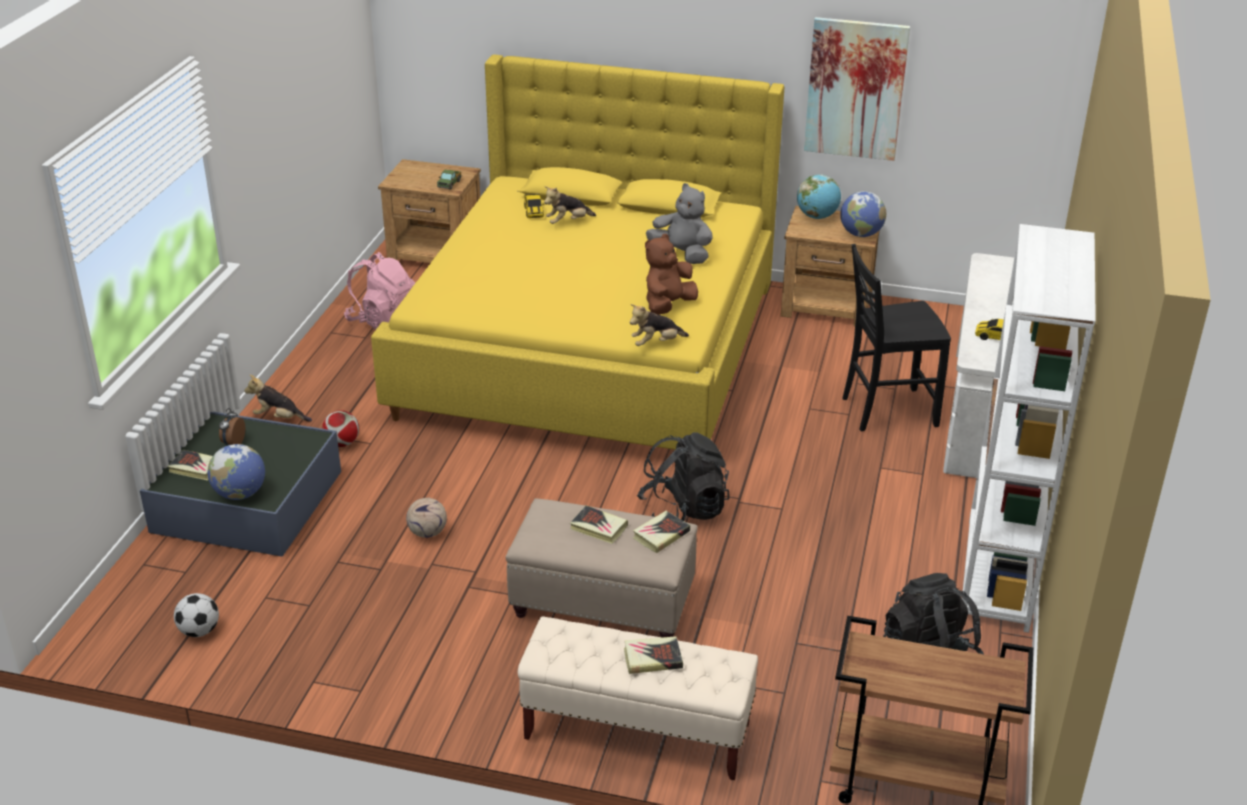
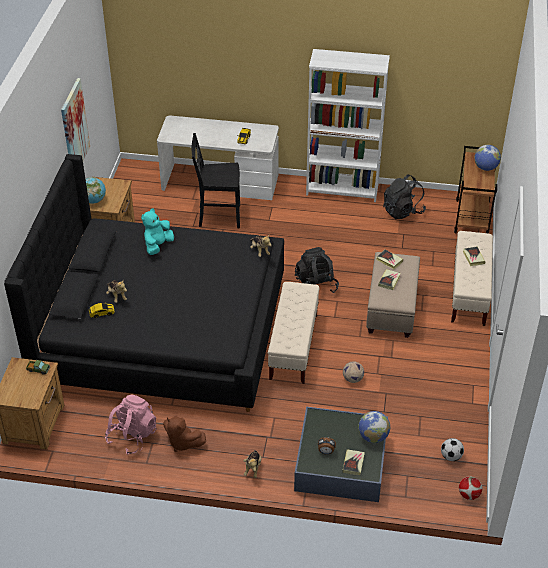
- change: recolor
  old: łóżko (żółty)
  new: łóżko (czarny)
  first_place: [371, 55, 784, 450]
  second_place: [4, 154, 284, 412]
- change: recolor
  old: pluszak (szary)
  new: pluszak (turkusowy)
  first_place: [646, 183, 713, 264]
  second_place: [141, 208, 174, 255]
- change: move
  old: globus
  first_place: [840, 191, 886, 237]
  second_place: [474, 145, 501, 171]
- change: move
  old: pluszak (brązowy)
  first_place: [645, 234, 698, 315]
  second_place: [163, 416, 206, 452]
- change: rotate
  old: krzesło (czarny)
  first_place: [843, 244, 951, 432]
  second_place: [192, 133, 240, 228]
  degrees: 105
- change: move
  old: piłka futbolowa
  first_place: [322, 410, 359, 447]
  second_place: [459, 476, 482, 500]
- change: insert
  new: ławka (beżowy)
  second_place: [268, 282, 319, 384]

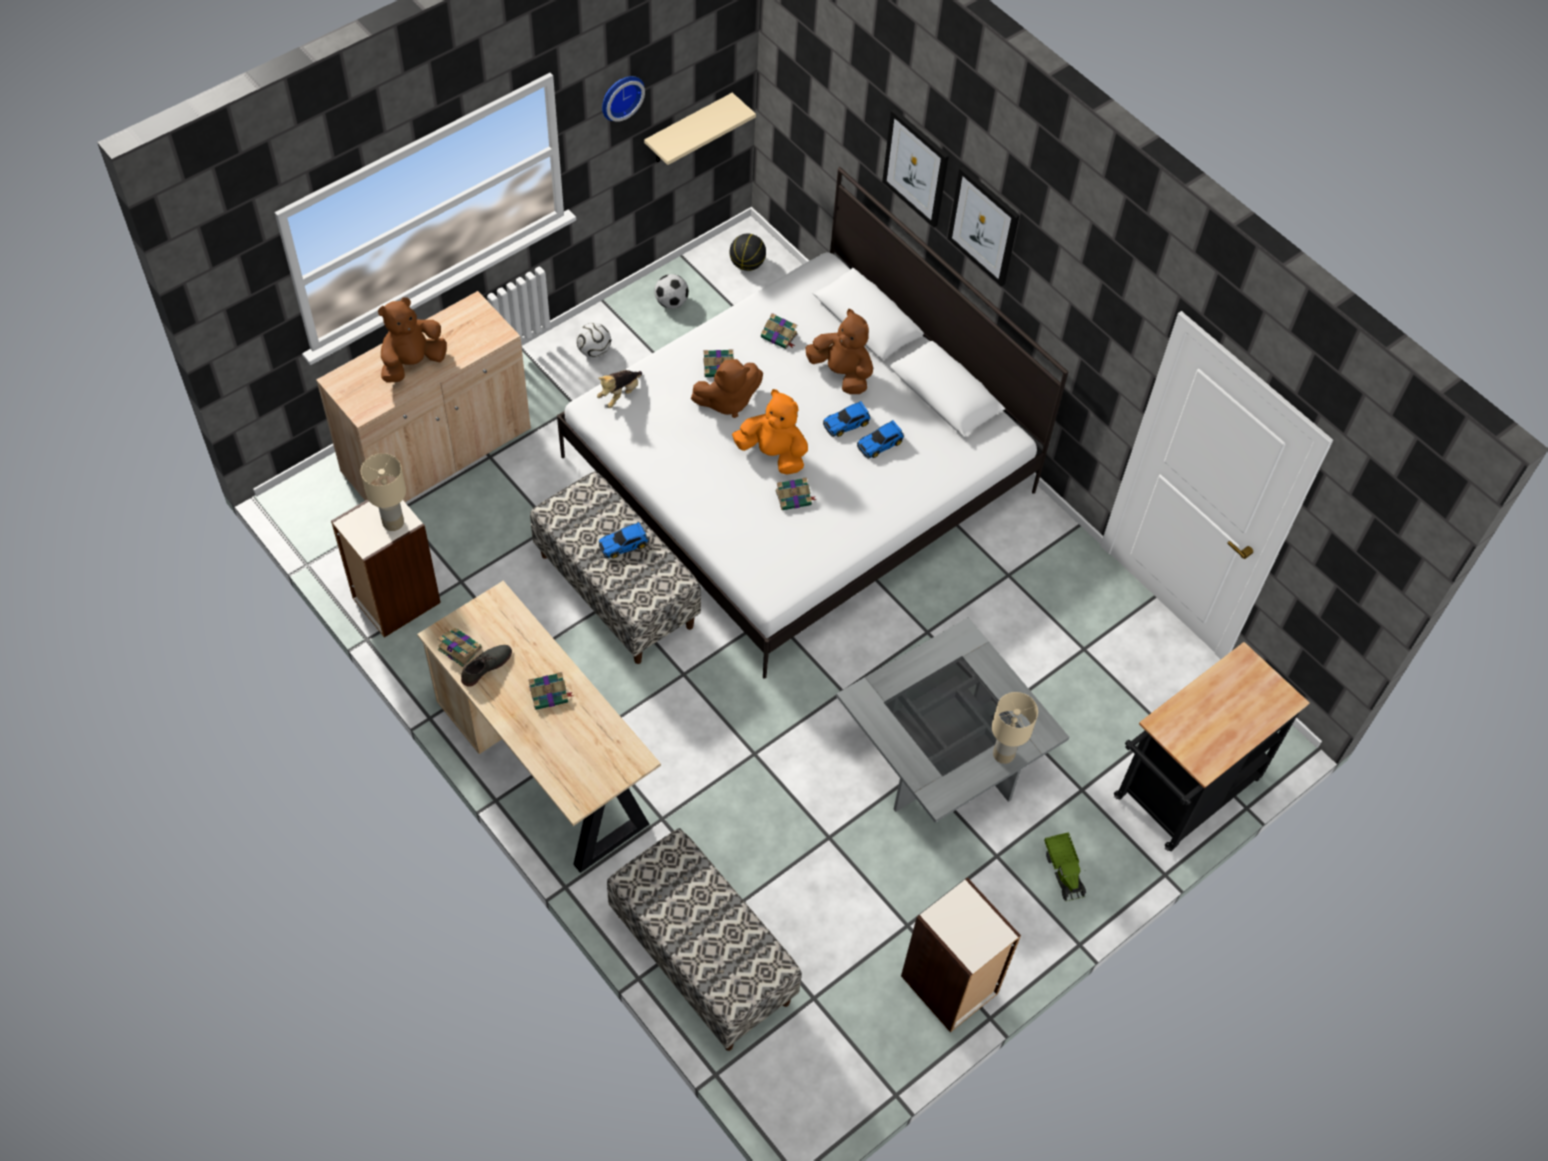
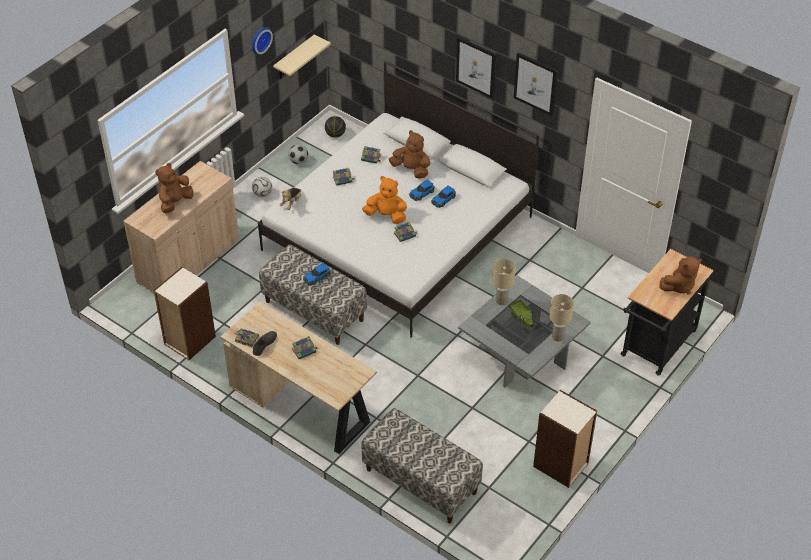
- change: move
  old: obraz
  first_place: [882, 109, 949, 228]
  second_place: [514, 52, 558, 116]
- change: move
  old: pluszak (brązowy)
  first_place: [691, 359, 763, 418]
  second_place: [659, 256, 702, 294]
- change: move
  old: lampa stołowa (beżowy)
  first_place: [361, 453, 406, 531]
  second_place: [492, 258, 516, 305]
- change: move
  old: ciężarówka zabawkowa
  first_place: [1044, 832, 1086, 902]
  second_place: [509, 299, 538, 334]

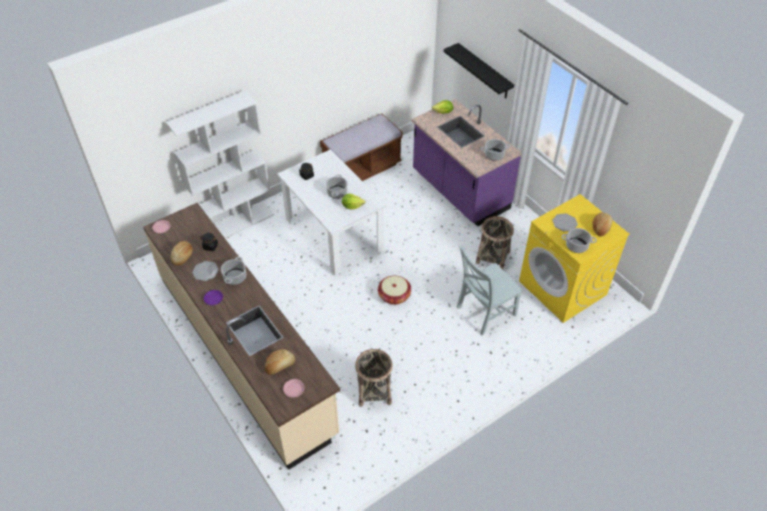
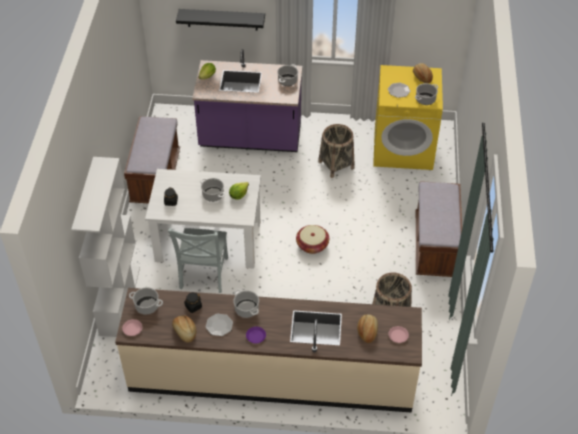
- change: move
  old: krzesło (szary)
  first_place: [456, 245, 523, 335]
  second_place: [168, 228, 228, 293]
- change: insert
  new: ławka (brązowy)
  second_place: [416, 181, 462, 277]
- change: insert
  new: garnek
  second_place: [129, 287, 163, 315]

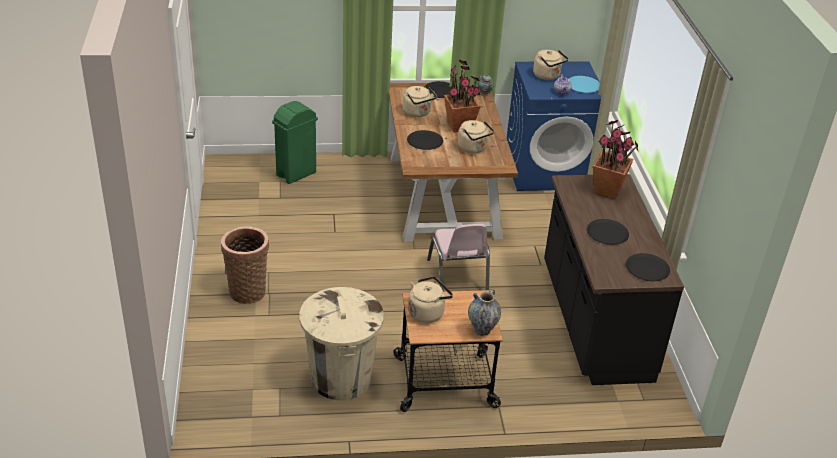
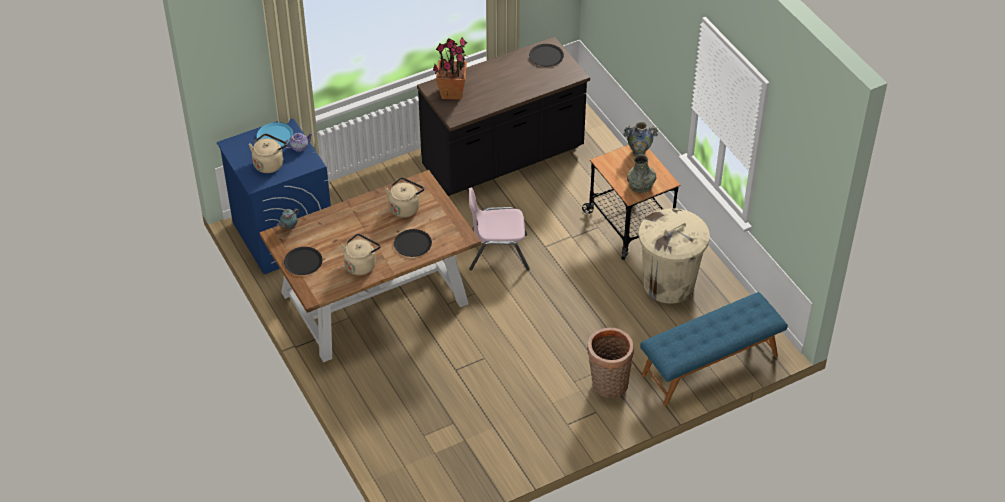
- change: delete
  old: roślina doniczkowa
  first_place: [444, 60, 481, 132]
- change: delete
  old: kosz na śmieci (zielony)
  first_place: [272, 101, 318, 184]
- change: delete
  old: talerz (czarny)
  first_place: [587, 219, 629, 245]
- change: rotate
  old: krzesło (różowy)
  first_place: [427, 224, 490, 290]
  second_place: [469, 188, 530, 271]
  degrees: -150
- change: replace
  old: czajnik (beżowy)
  new: wazon (szary)
  first_place: [408, 276, 453, 323]
  second_place: [627, 155, 656, 193]
- change: insert
  new: ławka (niebieski)
  second_place: [640, 292, 788, 406]

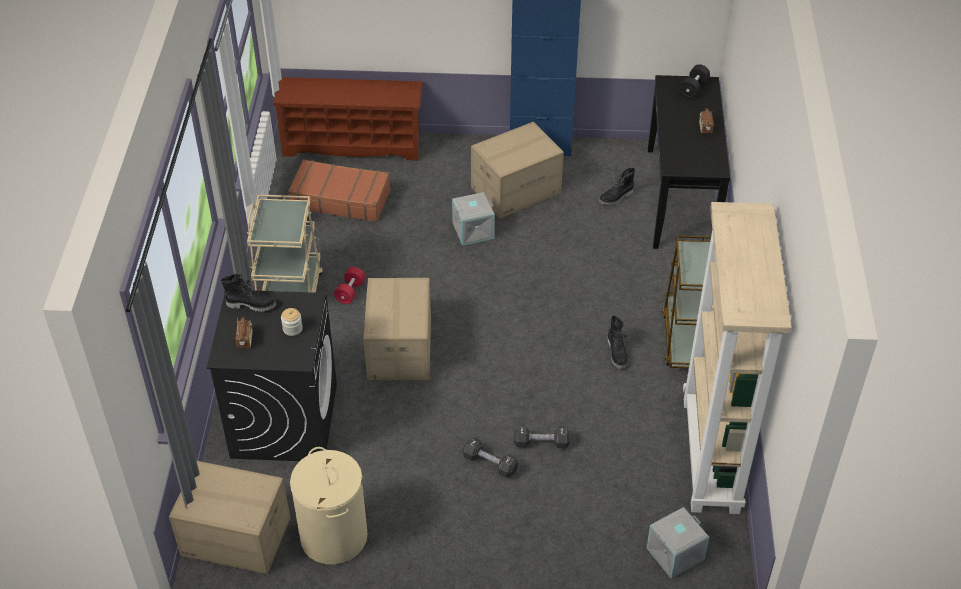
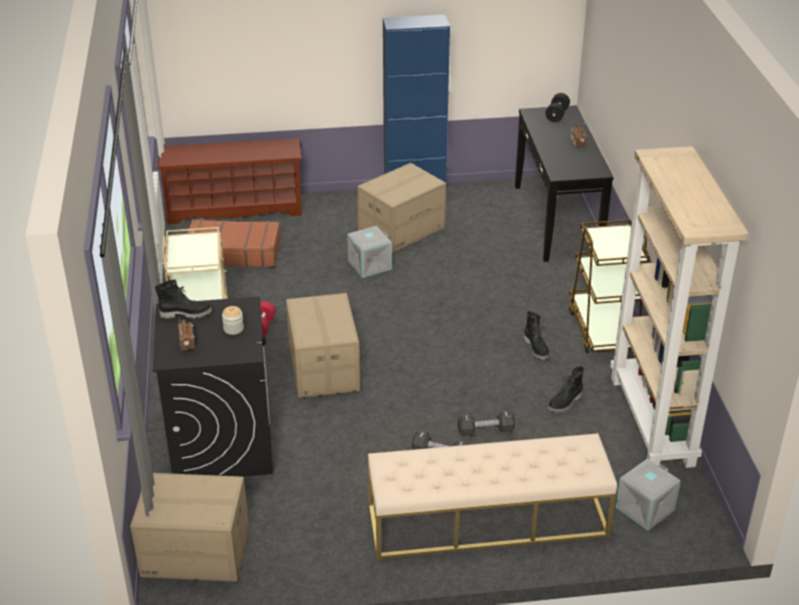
- change: move
  old: but z cholewką (czarny)
  first_place: [599, 168, 635, 205]
  second_place: [547, 366, 584, 413]
- change: delete
  old: kosz na pranie (beżowy)
  first_place: [290, 447, 368, 564]
- change: insert
  new: ławka (beżowy)
  second_place: [368, 433, 617, 559]

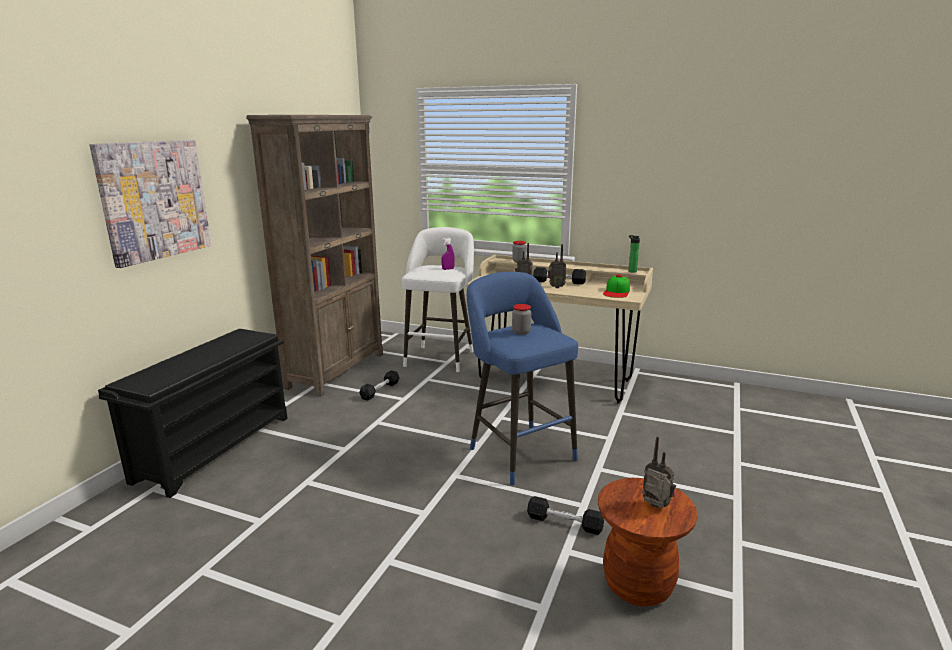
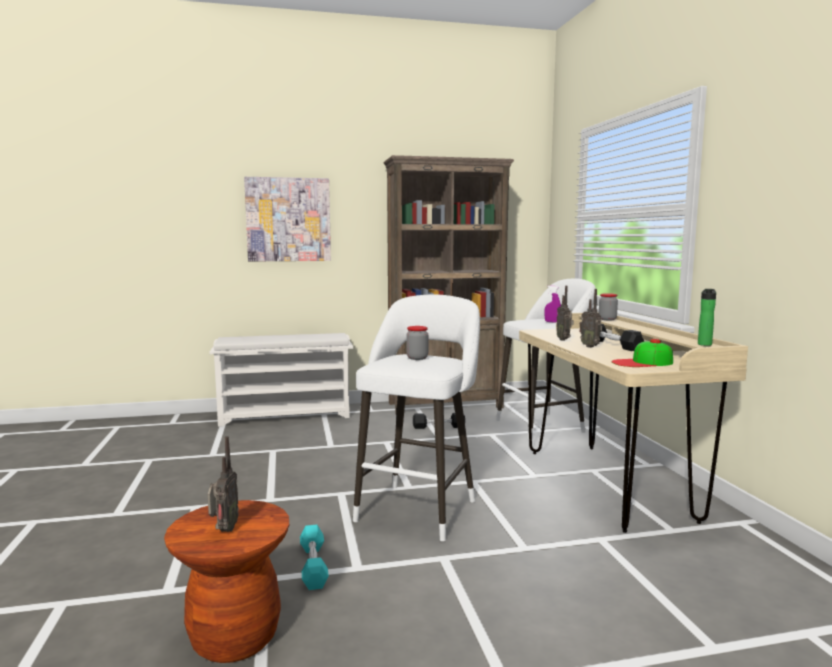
- change: recolor
  old: stołek (niebieski)
  new: stołek (biały)
  first_place: [467, 272, 578, 485]
  second_place: [353, 294, 480, 541]
- change: recolor
  old: regał na buty (czarny)
  new: regał na buty (biały)
  first_place: [98, 329, 288, 498]
  second_place: [209, 333, 353, 427]
- change: recolor
  old: hantel (czarny)
  new: hantel (turkusowy)
  first_place: [527, 496, 604, 535]
  second_place: [300, 525, 329, 590]

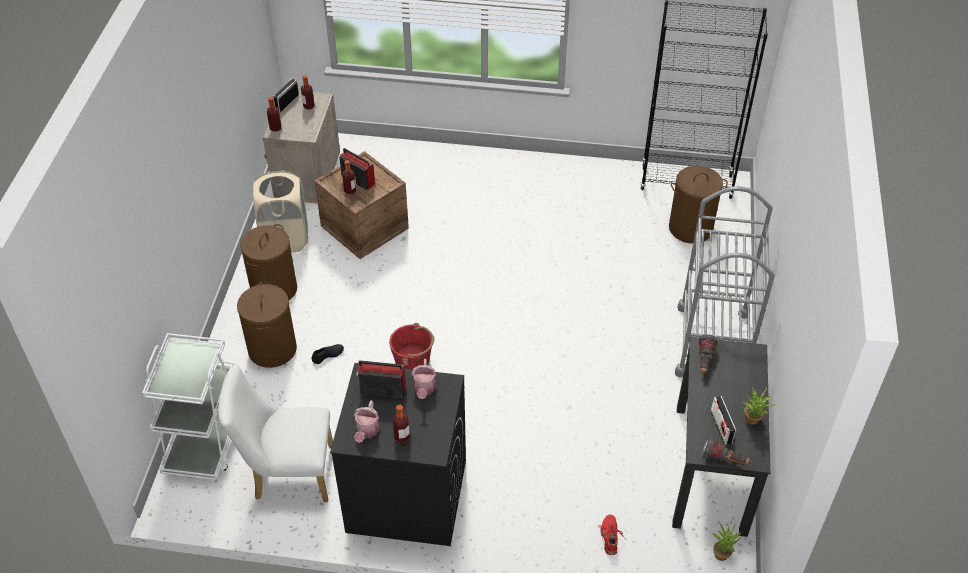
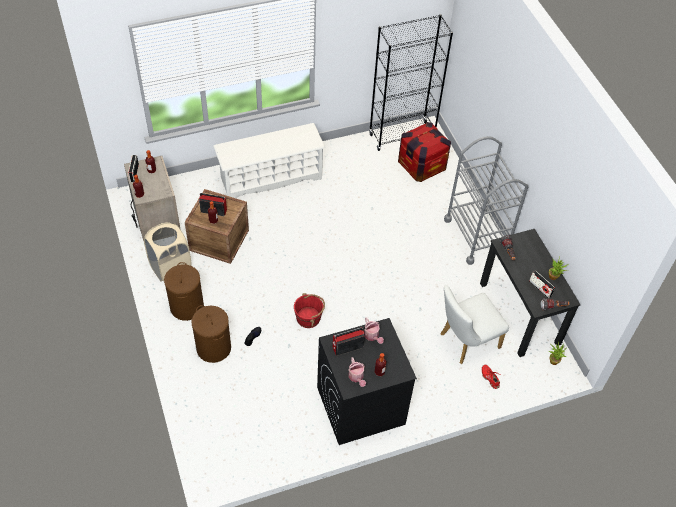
- change: replace
  old: kosz na pranie (brązowy)
  new: skrzynka
  first_place: [669, 166, 728, 243]
  second_place: [398, 122, 451, 182]
- change: delete
  old: wózek (biały)
  first_place: [142, 333, 234, 480]
- change: move
  old: krzesło (biały)
  first_place: [219, 364, 333, 502]
  second_place: [441, 285, 509, 364]
- change: insert
  new: regał na buty (biały)
  second_place: [213, 123, 325, 199]

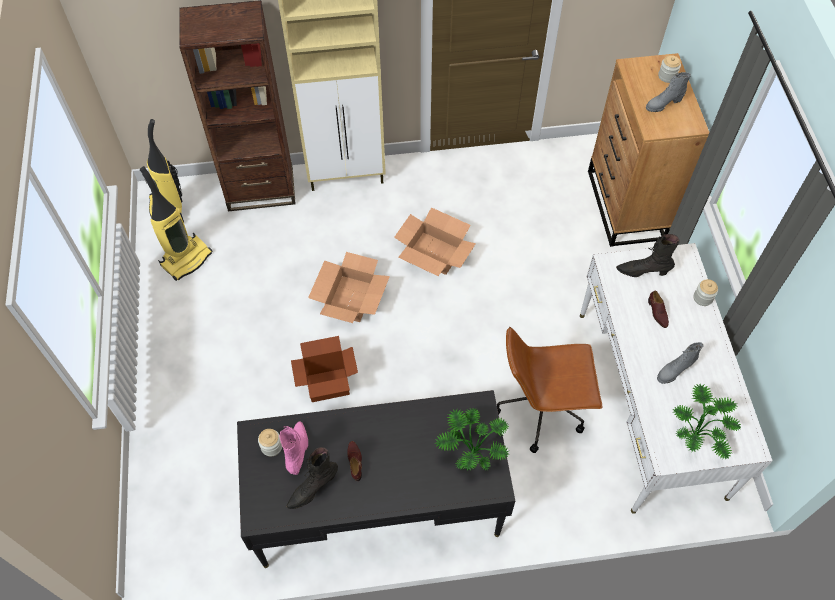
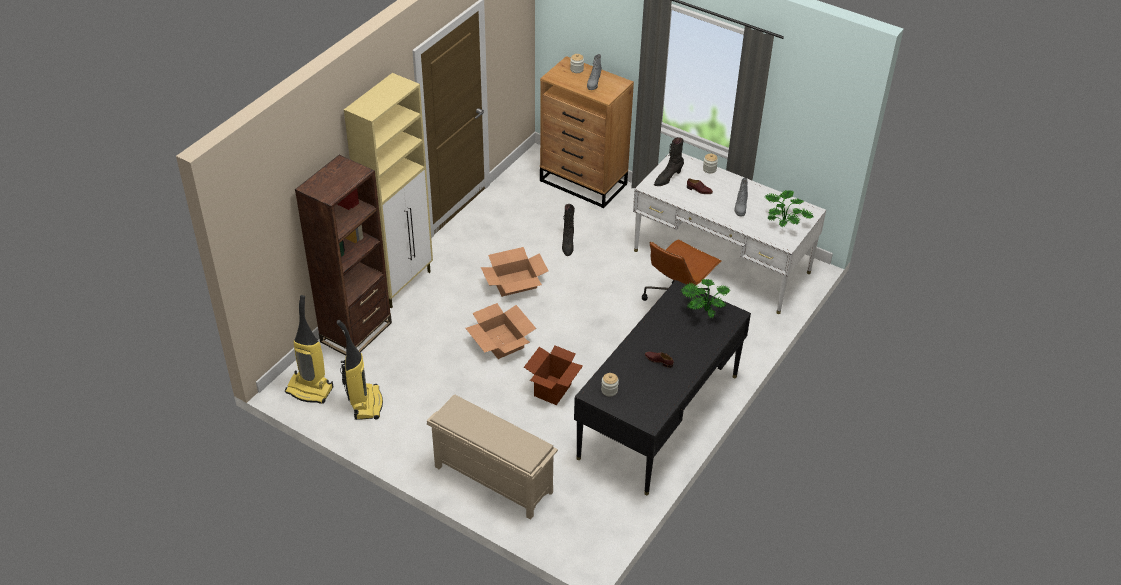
- change: delete
  old: but z cholewką (różowy)
  first_place: [280, 422, 308, 475]
- change: move
  old: but z cholewką (czarny)
  first_place: [287, 447, 338, 509]
  second_place: [562, 204, 575, 256]
- change: insert
  new: regał na buty (beżowy)
  second_place: [427, 395, 558, 520]

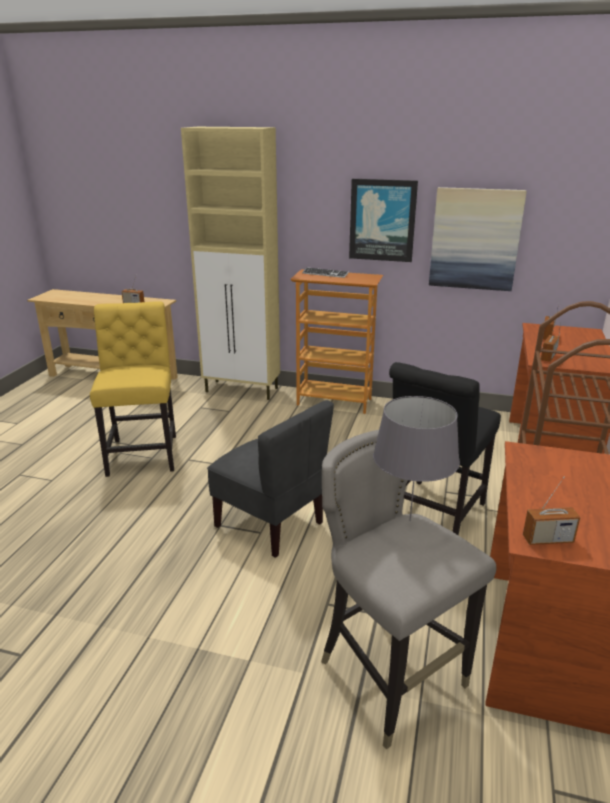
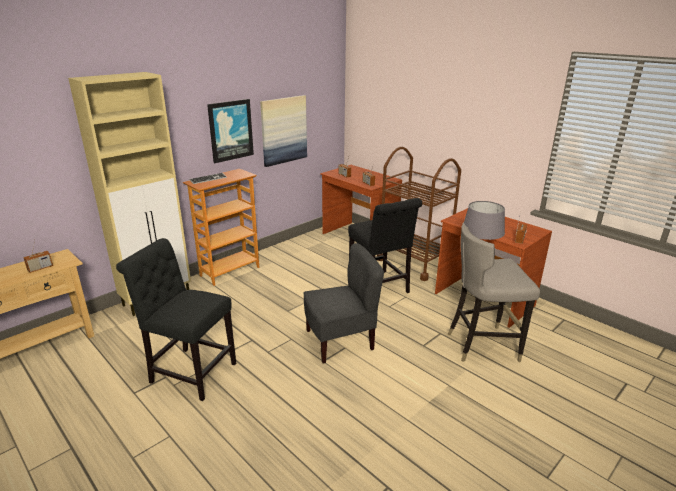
- change: recolor
  old: krzesło (żółty)
  new: krzesło (czarny)
  first_place: [90, 301, 176, 477]
  second_place: [116, 238, 236, 401]

